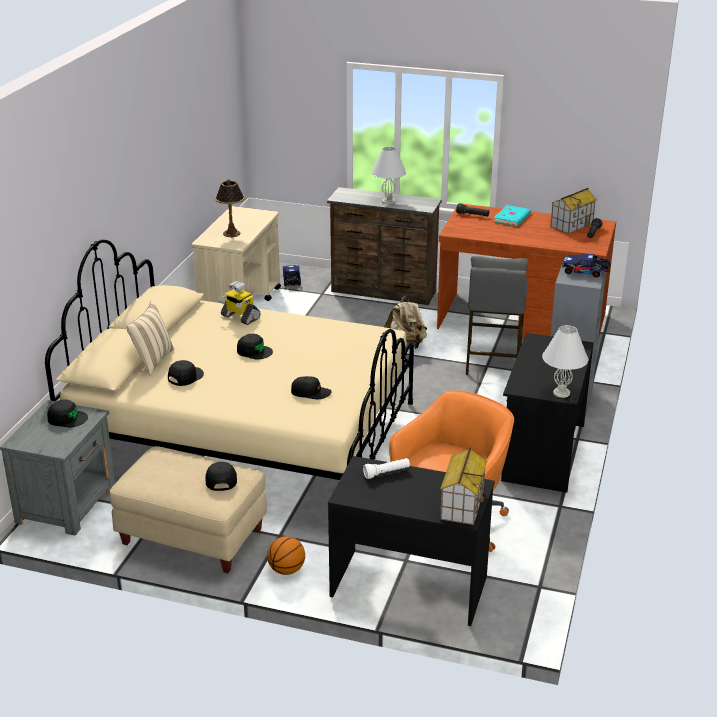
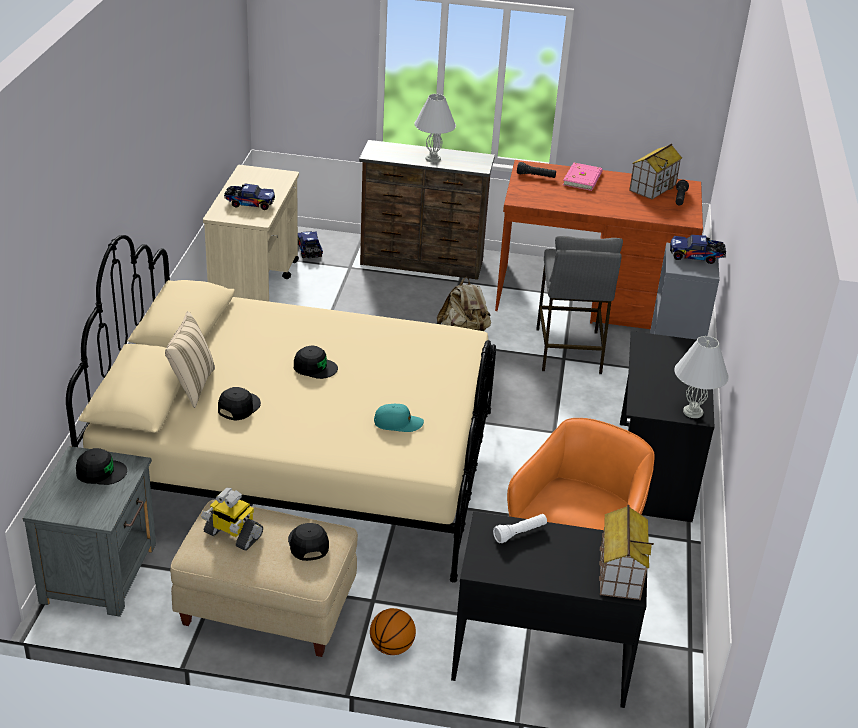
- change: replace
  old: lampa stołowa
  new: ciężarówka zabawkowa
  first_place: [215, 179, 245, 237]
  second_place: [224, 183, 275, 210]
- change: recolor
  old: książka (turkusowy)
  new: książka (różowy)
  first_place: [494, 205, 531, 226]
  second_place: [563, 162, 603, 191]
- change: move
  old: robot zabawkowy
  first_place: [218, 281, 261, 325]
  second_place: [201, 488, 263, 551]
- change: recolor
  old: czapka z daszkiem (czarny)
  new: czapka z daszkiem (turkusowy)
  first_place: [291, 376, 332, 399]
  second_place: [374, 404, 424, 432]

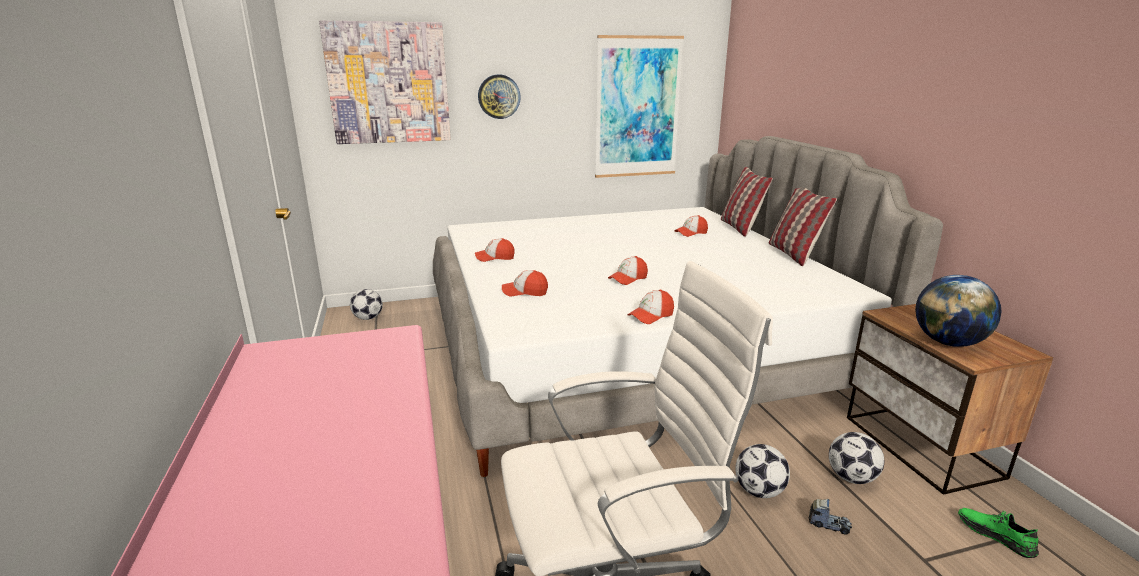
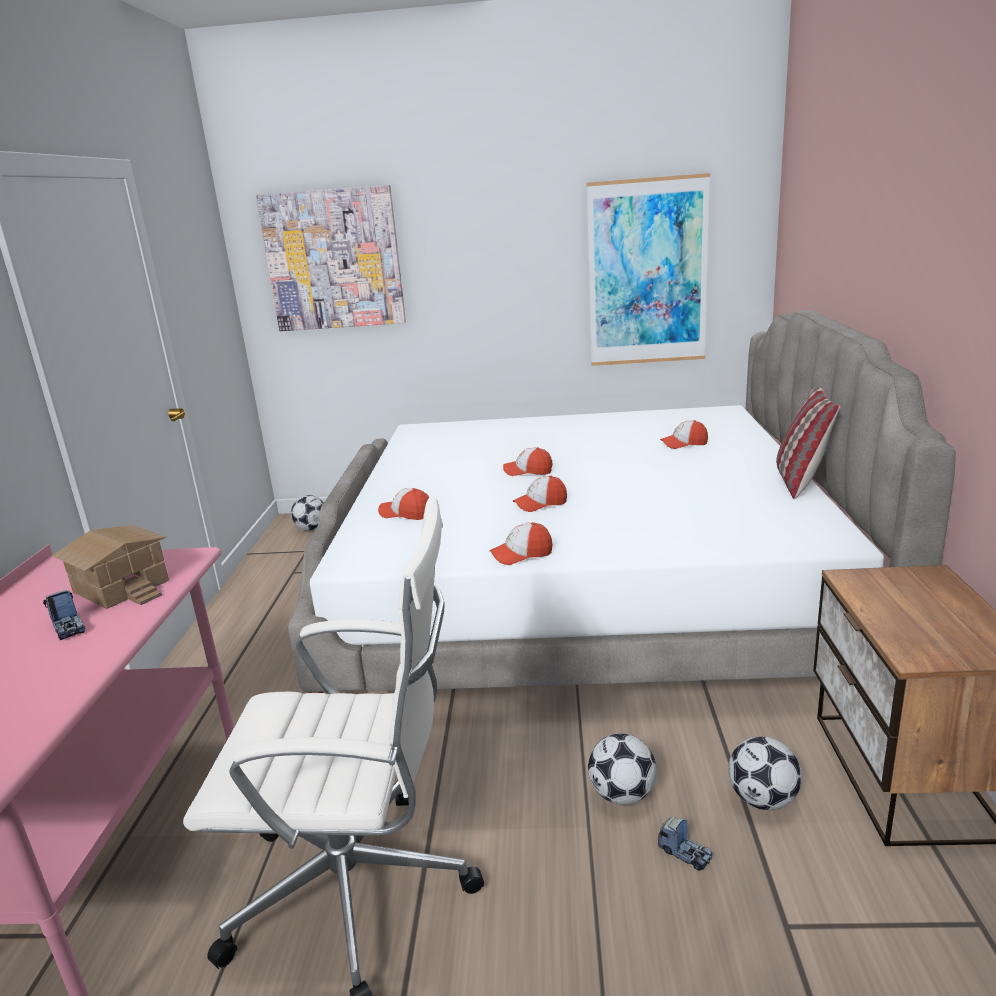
- change: delete
  old: zegar ścienny
  first_place: [478, 74, 521, 119]
- change: delete
  old: poduszka
  first_place: [721, 167, 773, 237]
- change: move
  old: czapka z daszkiem
  first_place: [475, 238, 515, 262]
  second_place: [503, 447, 553, 476]
- change: delete
  old: globus
  first_place: [915, 275, 1002, 347]
- change: delete
  old: but (zielony)
  first_place: [958, 508, 1039, 558]
- change: insert
  new: domek
  second_place: [52, 525, 169, 609]
- change: insert
  new: ciężarówka zabawkowa
  second_place: [43, 590, 85, 640]

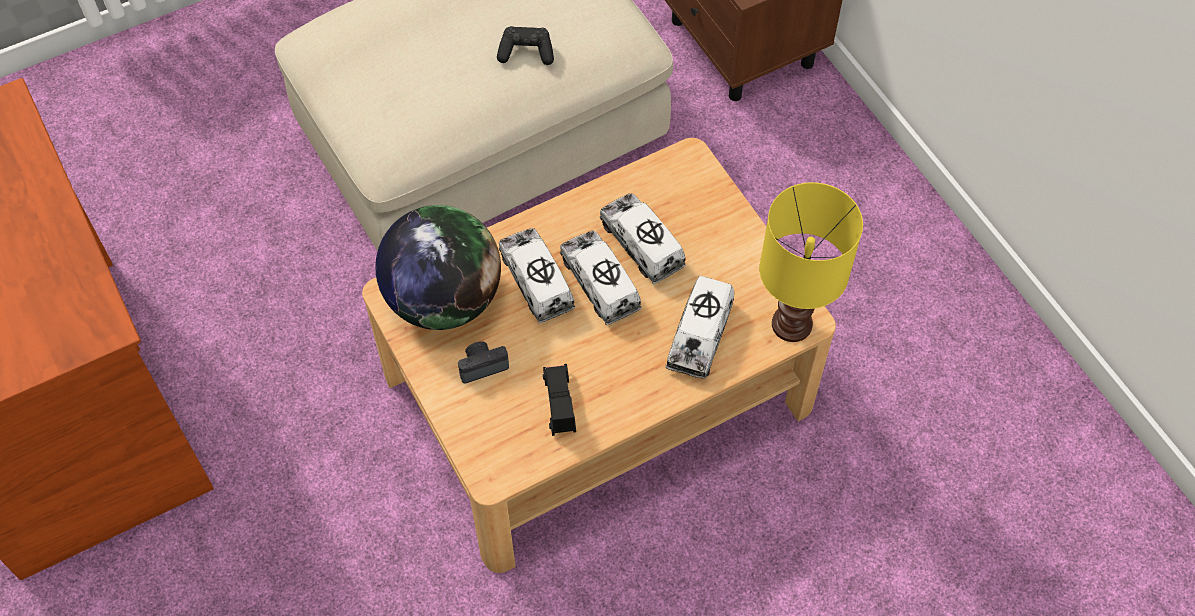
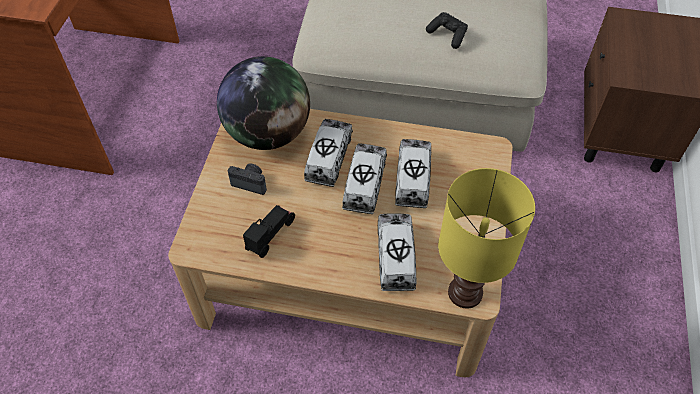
- change: rotate
  old: ciężarówka zabawkowa
  first_place: [665, 276, 734, 379]
  second_place: [378, 213, 416, 291]
  degrees: 120

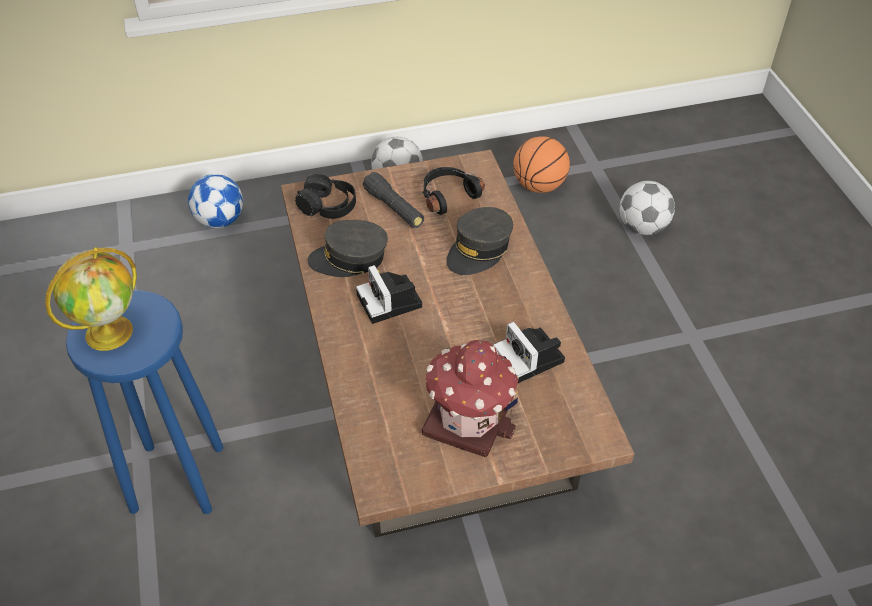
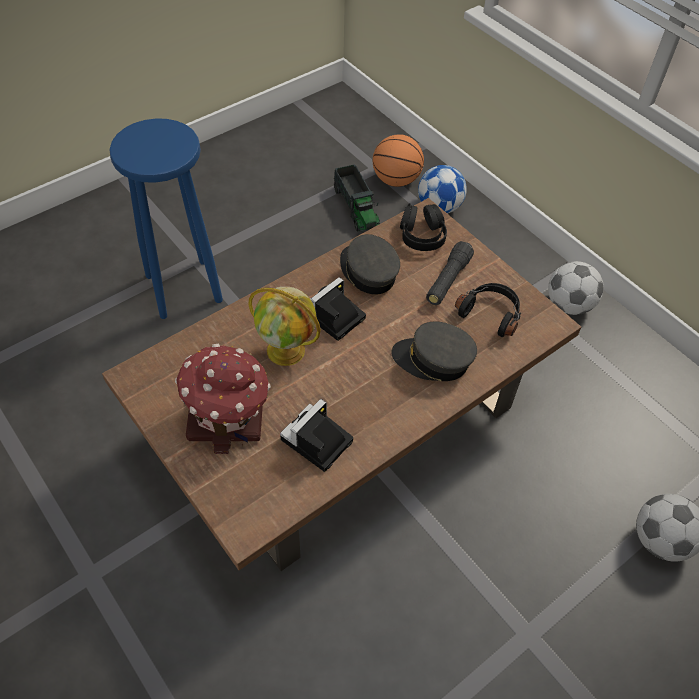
- change: move
  old: piłka do koszykówki
  first_place: [513, 136, 570, 193]
  second_place: [373, 134, 424, 187]
- change: move
  old: globus
  first_place: [45, 247, 137, 351]
  second_place: [249, 287, 321, 366]
- change: insert
  new: ciężarówka zabawkowa
  second_place: [334, 164, 380, 232]

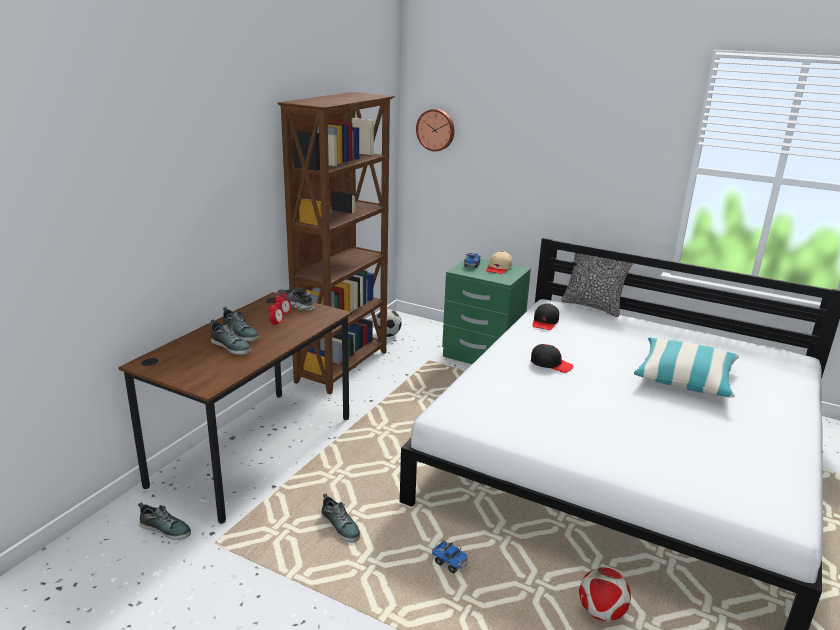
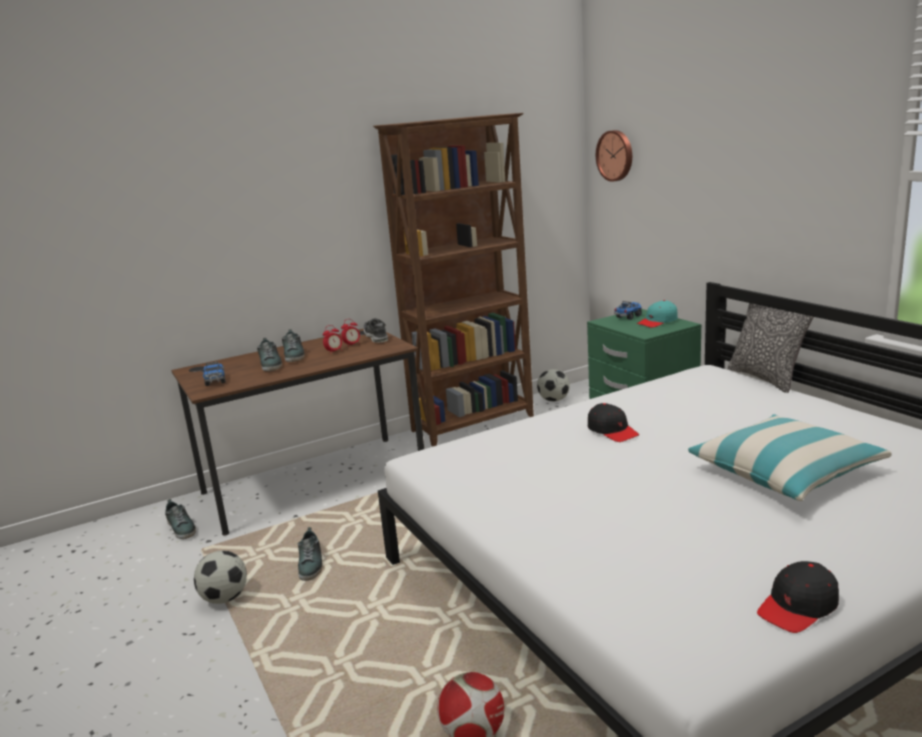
- change: recolor
  old: czapka z daszkiem (beżowy)
  new: czapka z daszkiem (turkusowy)
  first_place: [486, 251, 512, 274]
  second_place: [637, 300, 678, 328]
- change: move
  old: czapka z daszkiem (czarny)
  first_place: [532, 303, 559, 330]
  second_place: [757, 561, 839, 633]
- change: move
  old: ciężarówka zabawkowa
  first_place: [432, 540, 469, 574]
  second_place: [201, 361, 226, 386]
- change: insert
  new: piłka futbolowa
  second_place: [194, 550, 247, 604]

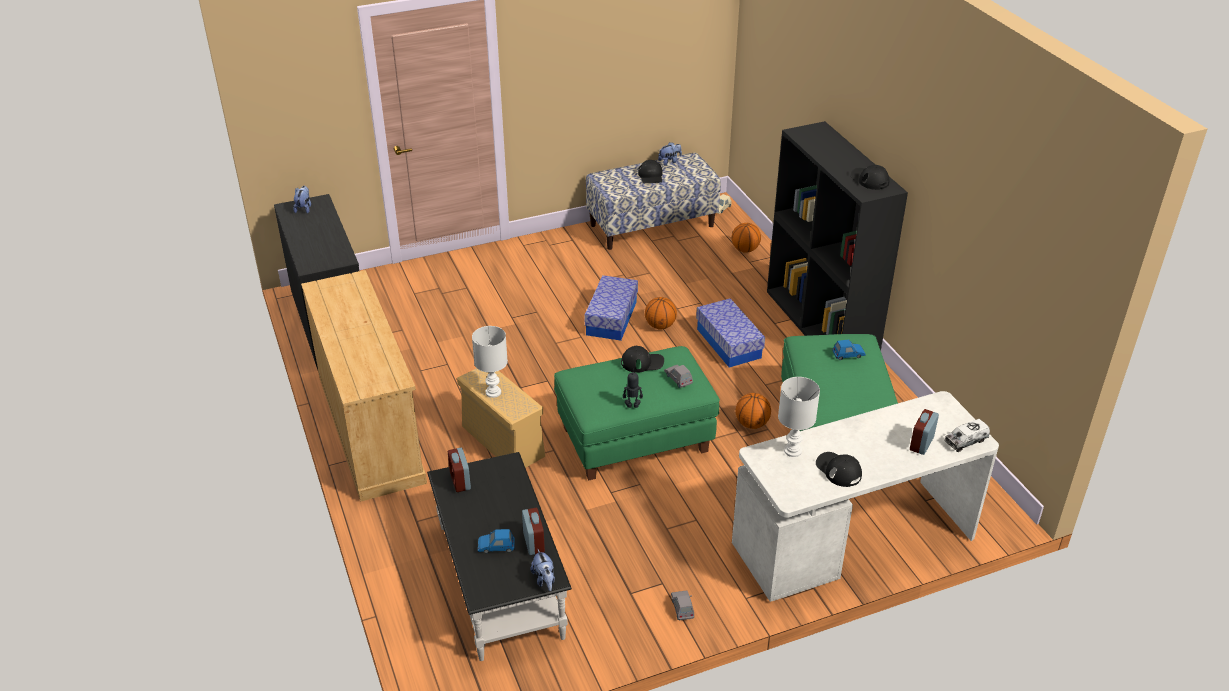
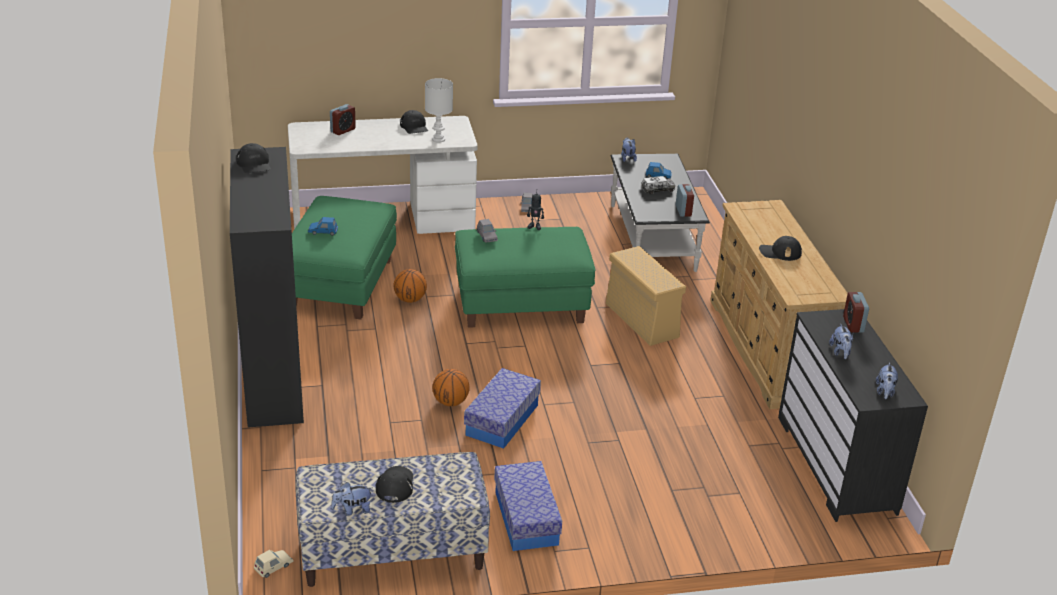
- change: delete
  old: piłka do koszykówki
  first_place: [732, 223, 761, 253]
- change: move
  old: pojemnik do przechowywania
  first_place: [696, 298, 765, 368]
  second_place: [494, 461, 562, 551]
- change: delete
  old: lampa stołowa (biały)
  first_place: [472, 326, 508, 398]
- change: move
  old: czapka z daszkiem (czarny)
  first_place: [621, 346, 664, 373]
  second_place: [759, 236, 802, 261]
- change: move
  old: ciężarówka zabawkowa
  first_place: [944, 419, 990, 452]
  second_place: [641, 176, 675, 194]
- change: move
  old: budzik
  first_place: [522, 508, 545, 555]
  second_place: [843, 292, 869, 333]
- change: insert
  new: pluszak
  second_place: [829, 323, 853, 359]

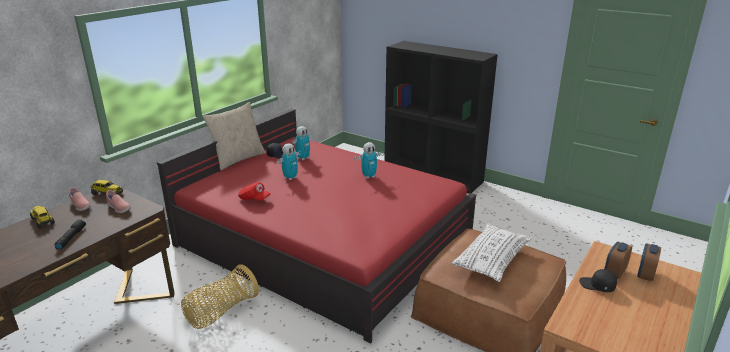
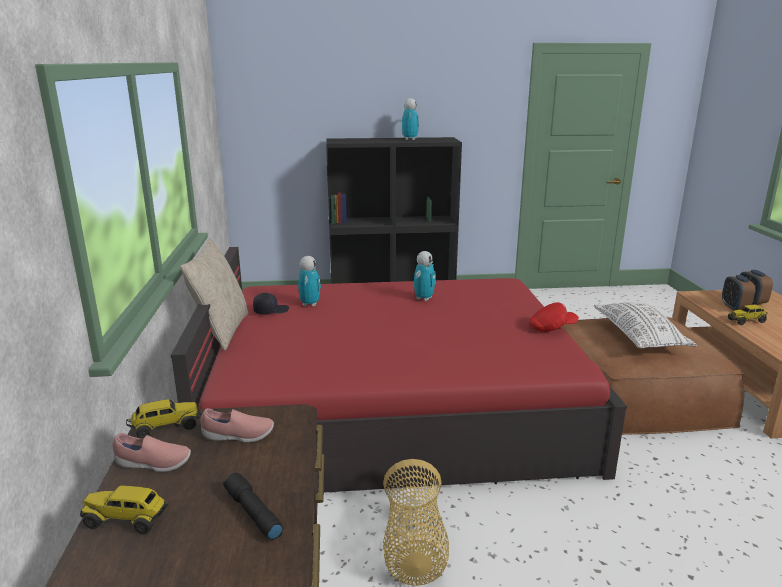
- change: move
  old: robot zabawkowy
  first_place: [277, 144, 301, 180]
  second_place: [402, 98, 419, 140]
- change: move
  old: czapka z daszkiem (czerwony)
  first_place: [238, 182, 271, 201]
  second_place: [529, 302, 579, 332]
- change: replace
  old: czapka z daszkiem (czarny)
  new: ciężarówka zabawkowa
  first_place: [579, 269, 617, 292]
  second_place: [728, 305, 767, 325]

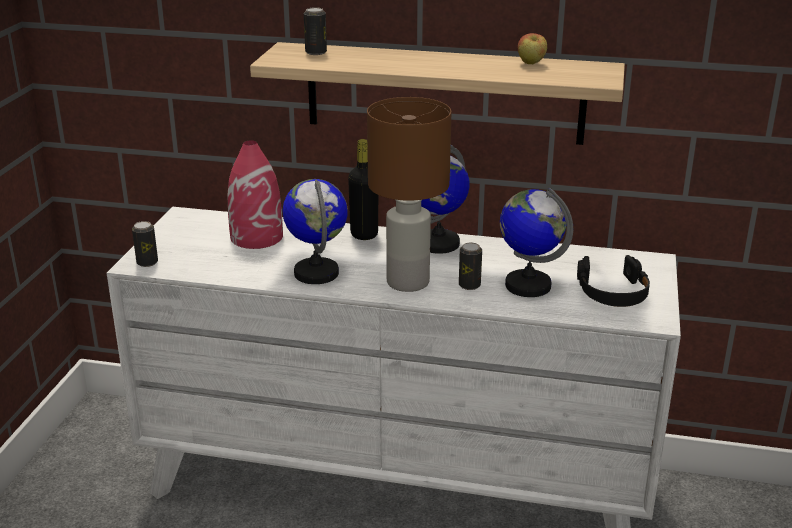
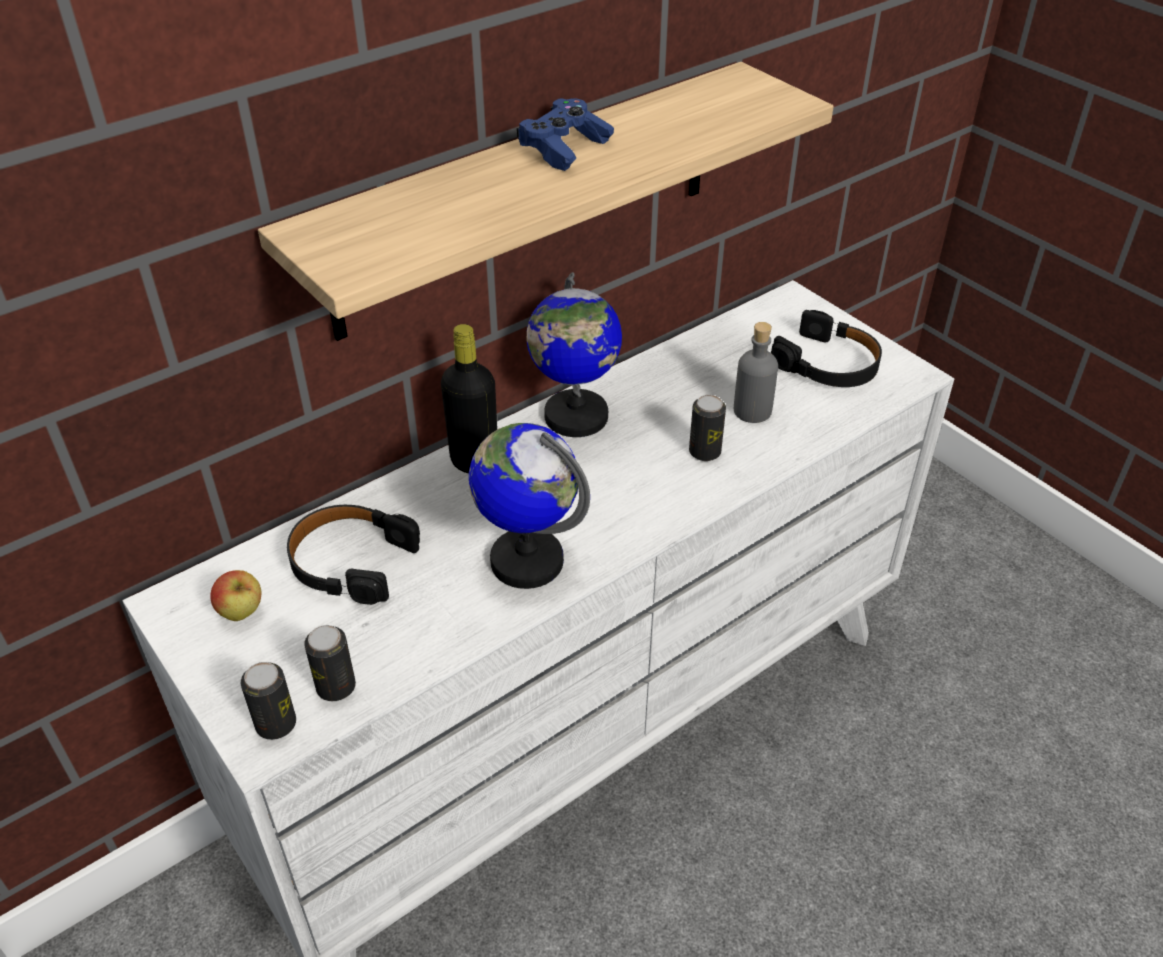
- change: move
  old: puszka
  first_place: [304, 7, 327, 55]
  second_place: [304, 625, 356, 701]
- change: move
  old: jabłko
  first_place: [518, 33, 547, 64]
  second_place: [210, 570, 261, 621]
- change: delete
  old: lampa stołowa (brązowy)
  first_place: [367, 97, 451, 292]
- change: replace
  old: wazon (czerwony)
  new: słuchawki (czarny)
  first_place: [227, 140, 283, 249]
  second_place: [287, 505, 420, 605]
- change: replace
  old: globus
  new: butelka (szary)
  first_place: [500, 188, 573, 297]
  second_place: [734, 322, 778, 423]
- change: insert
  new: pad do gier (niebieski)
  second_place: [517, 98, 614, 171]

